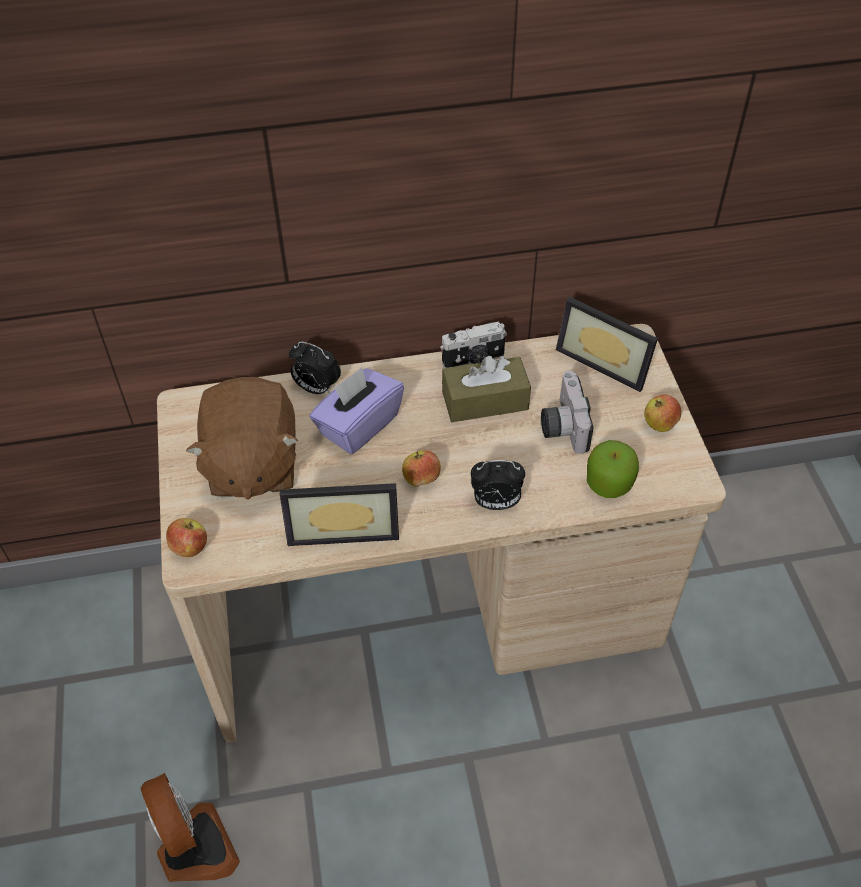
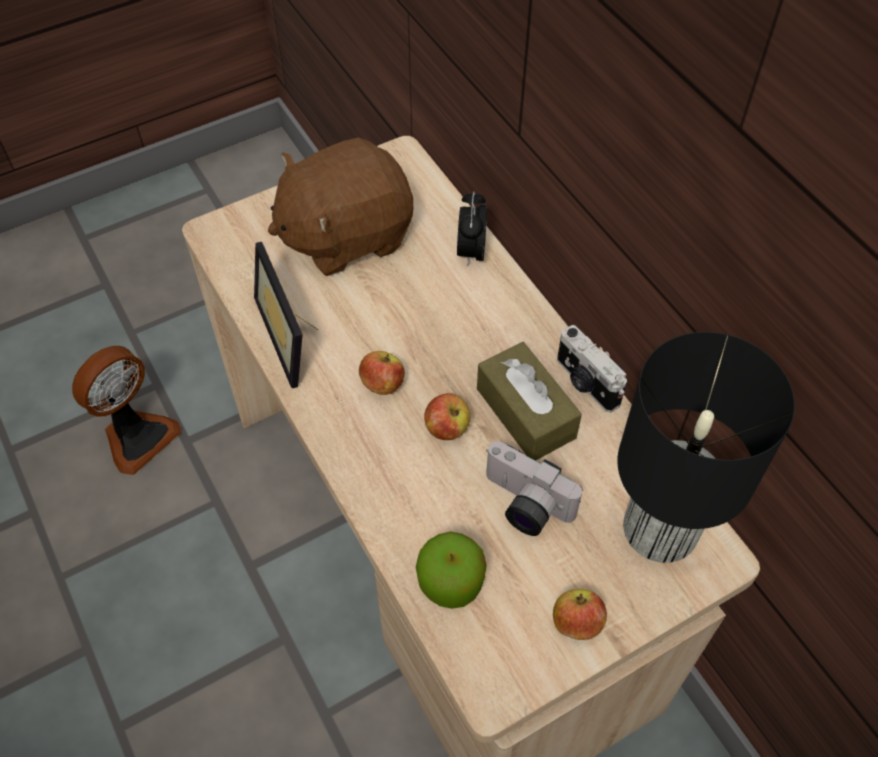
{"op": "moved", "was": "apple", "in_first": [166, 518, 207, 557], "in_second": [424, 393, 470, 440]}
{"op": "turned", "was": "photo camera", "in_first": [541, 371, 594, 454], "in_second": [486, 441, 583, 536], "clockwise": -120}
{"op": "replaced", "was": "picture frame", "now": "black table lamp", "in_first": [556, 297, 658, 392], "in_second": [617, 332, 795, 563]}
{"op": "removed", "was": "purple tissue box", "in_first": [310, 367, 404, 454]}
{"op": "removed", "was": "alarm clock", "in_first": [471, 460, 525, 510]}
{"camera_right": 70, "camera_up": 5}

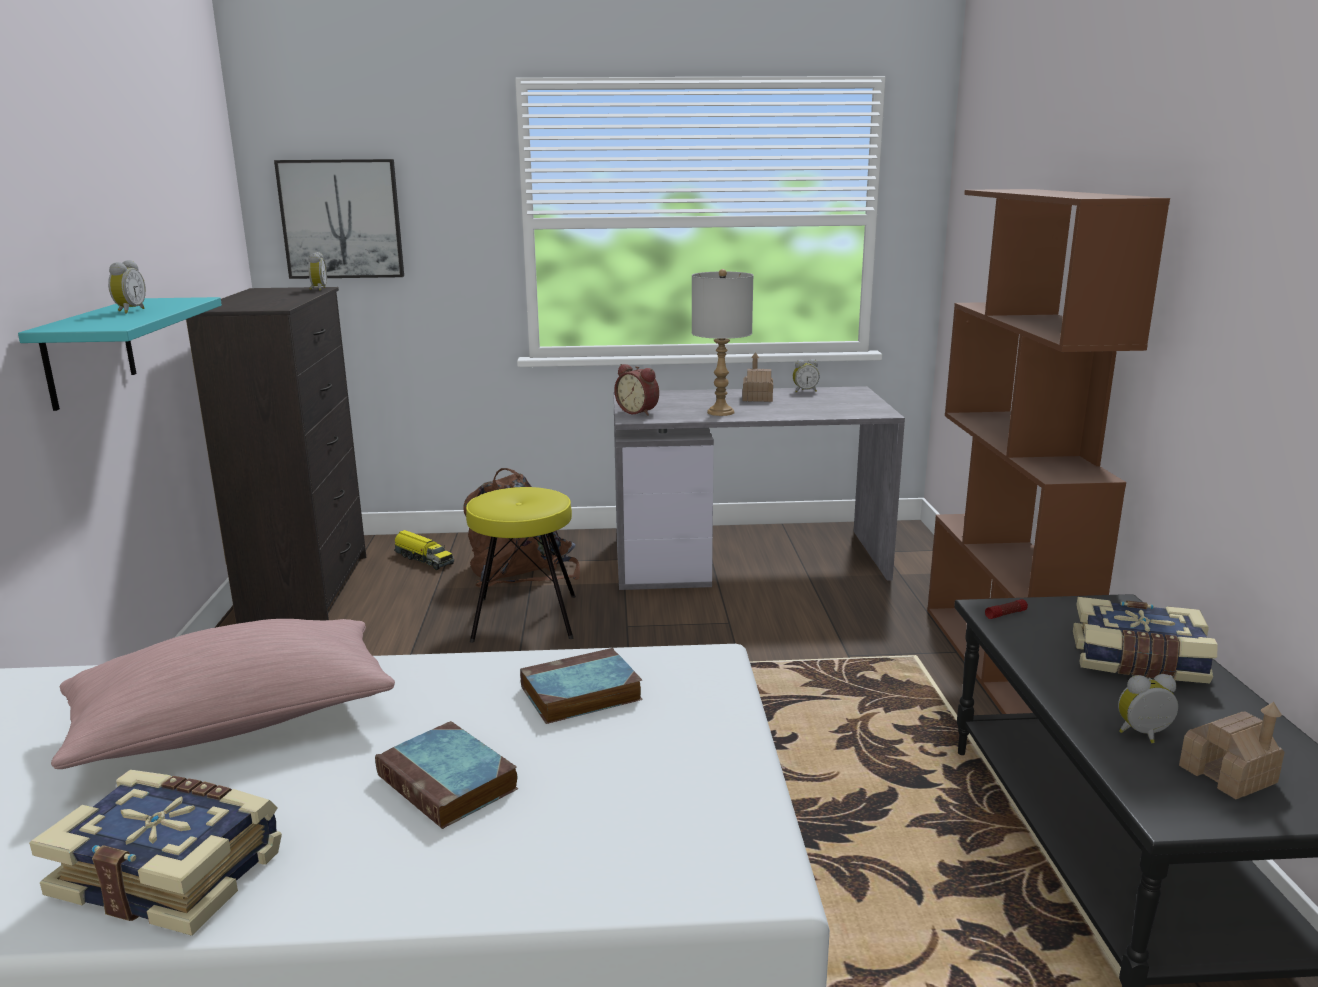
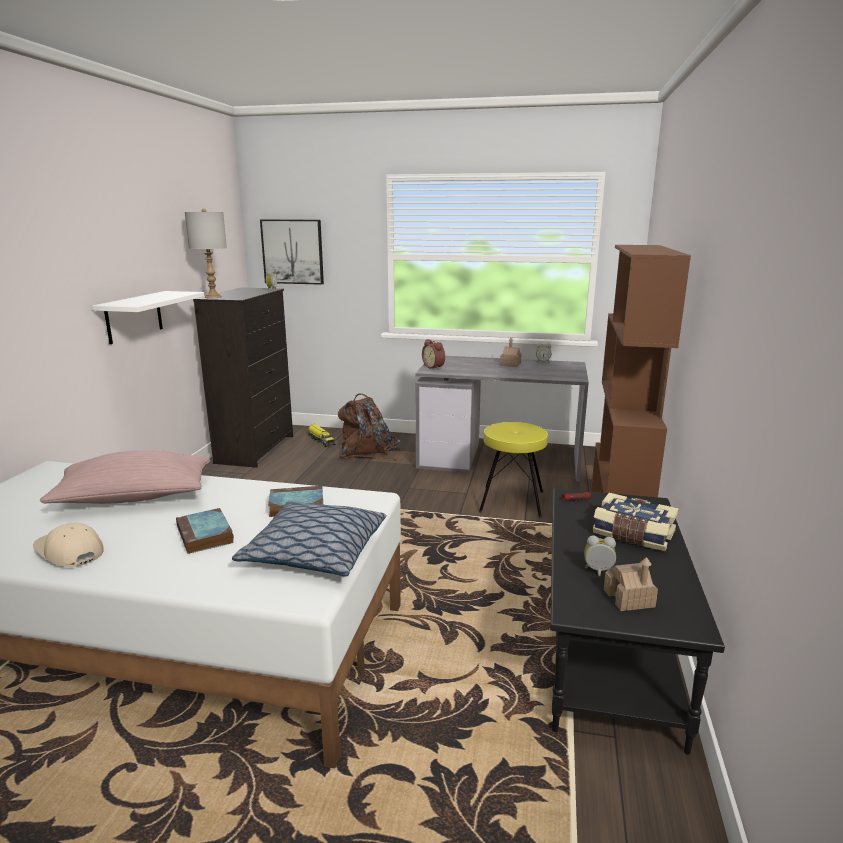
{"op": "replaced", "was": "book", "now": "beige cap", "in_first": [29, 770, 282, 936], "in_second": [33, 523, 104, 567]}
{"op": "recoloured", "was": "turquoise shelf", "now": "white shelf", "in_first": [18, 297, 222, 411], "in_second": [92, 291, 204, 344]}
{"op": "moved", "was": "grey table lamp", "in_first": [692, 269, 754, 416], "in_second": [185, 208, 227, 298]}
{"op": "added", "now": "pillow", "in_second": [232, 501, 386, 577]}
{"op": "moved", "was": "yellow stool", "in_first": [466, 487, 576, 643], "in_second": [479, 422, 548, 518]}
{"op": "removed", "was": "alarm clock", "in_first": [108, 260, 146, 313]}
{"camera_right": 15, "camera_up": 0}

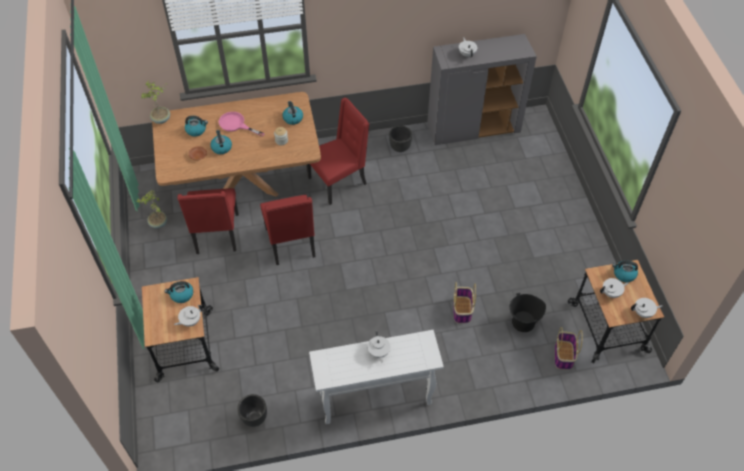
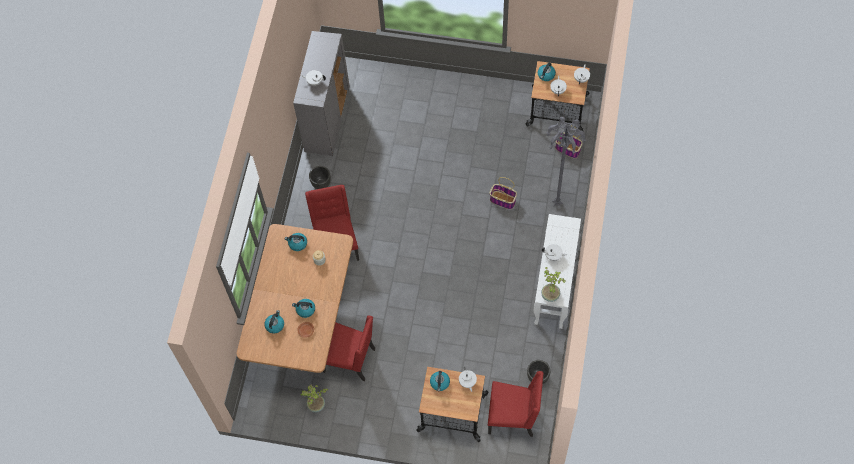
{"op": "moved", "was": "red chair", "in_first": [260, 195, 315, 265], "in_second": [488, 371, 544, 437]}
{"op": "moved", "was": "potted plant", "in_first": [141, 80, 170, 124], "in_second": [541, 267, 565, 302]}
{"op": "added", "now": "grey floor lamp", "in_second": [546, 117, 586, 207]}
{"op": "removed", "was": "pink frying pan", "in_first": [219, 112, 265, 137]}
{"op": "removed", "was": "black bucket", "in_first": [510, 293, 546, 332]}
{"camera_right": -65, "camera_up": 10}

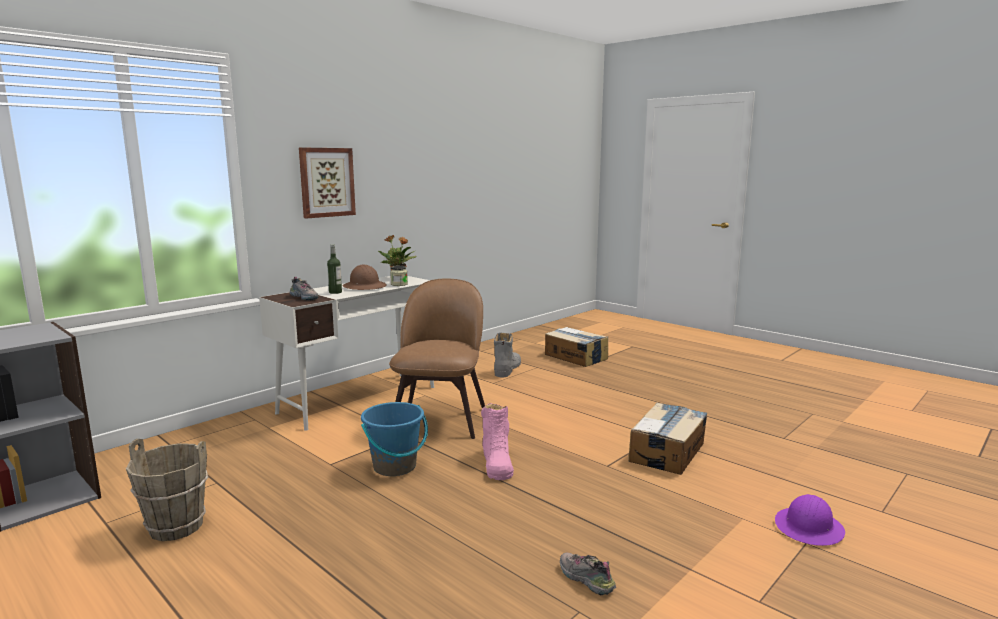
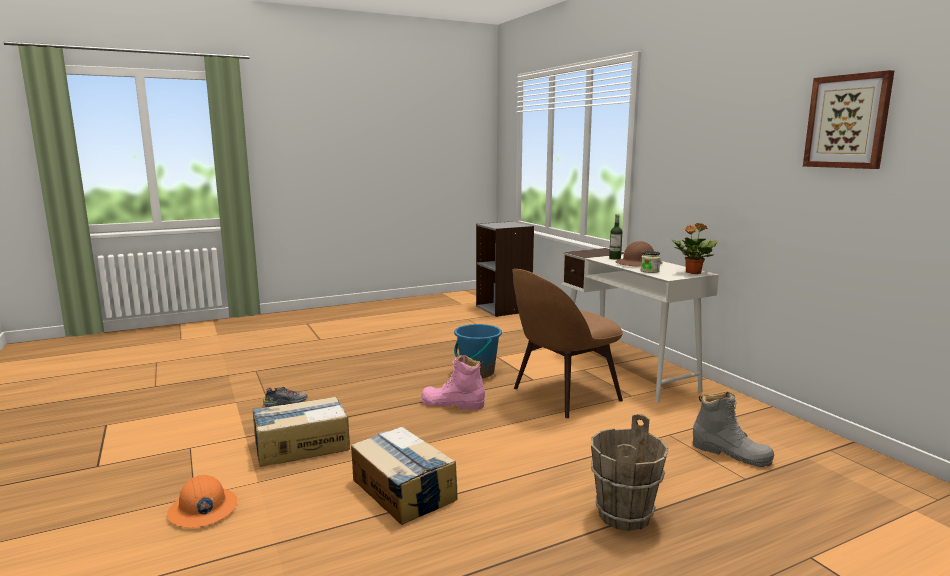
{"op": "recoloured", "was": "purple hard hat", "now": "orange hard hat", "in_first": [775, 494, 845, 546], "in_second": [167, 475, 237, 528]}
{"op": "moved", "was": "cardboard box", "in_first": [545, 327, 608, 367], "in_second": [253, 396, 350, 467]}
{"op": "turned", "was": "brown chair", "in_first": [389, 279, 485, 439], "in_second": [512, 269, 623, 418], "clockwise": 120}
{"op": "moved", "was": "brown bucket", "in_first": [126, 439, 208, 541], "in_second": [591, 414, 668, 531]}
{"op": "moved", "was": "picture", "in_first": [299, 147, 356, 218], "in_second": [803, 70, 894, 169]}
{"op": "removed", "was": "shoe", "in_first": [290, 277, 318, 301]}
{"camera_right": 110, "camera_up": 0}

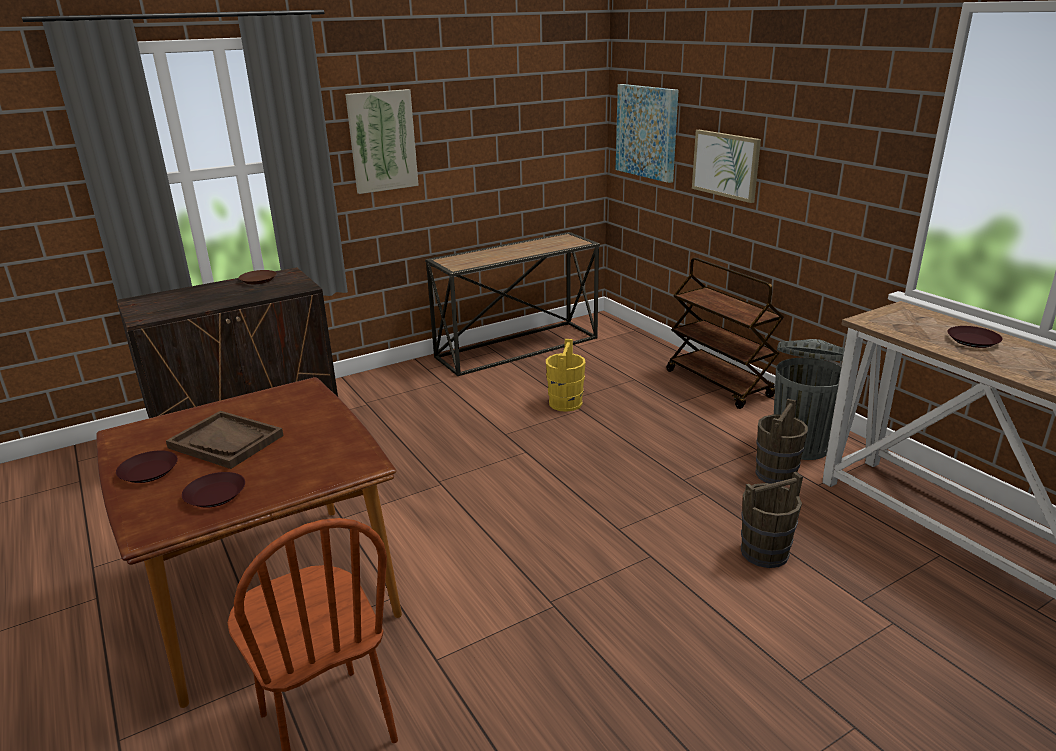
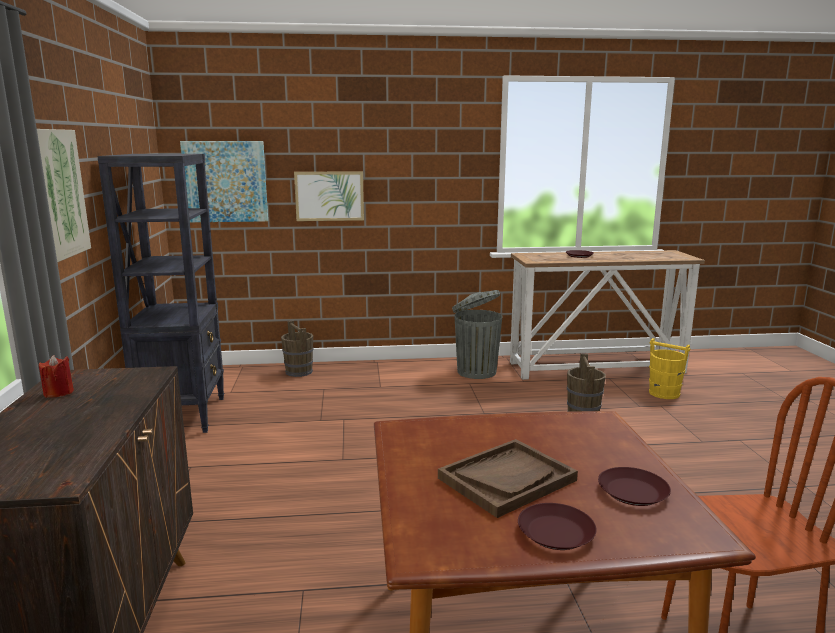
{"op": "replaced", "was": "brown plate", "now": "red candle", "in_first": [239, 270, 277, 284], "in_second": [39, 355, 74, 398]}
{"op": "replaced", "was": "console table", "now": "black bookcase", "in_first": [425, 232, 600, 376], "in_second": [97, 154, 224, 433]}
{"op": "moved", "was": "brown bucket", "in_first": [756, 398, 808, 484], "in_second": [281, 320, 313, 377]}
{"op": "moved", "was": "yellow bucket", "in_first": [546, 339, 586, 412], "in_second": [649, 338, 690, 399]}
{"op": "removed", "was": "brown cart", "in_first": [666, 258, 784, 409]}
{"camera_right": -65, "camera_up": -10}

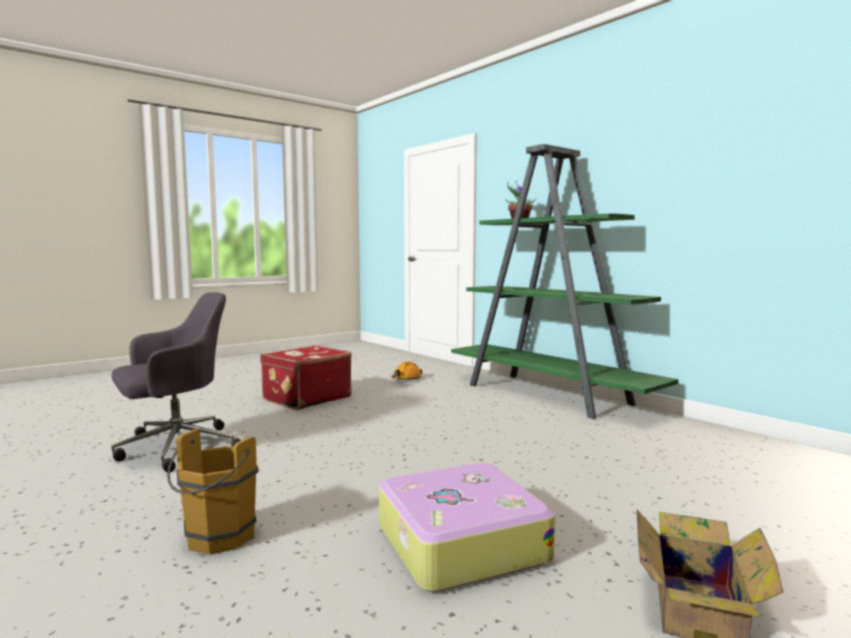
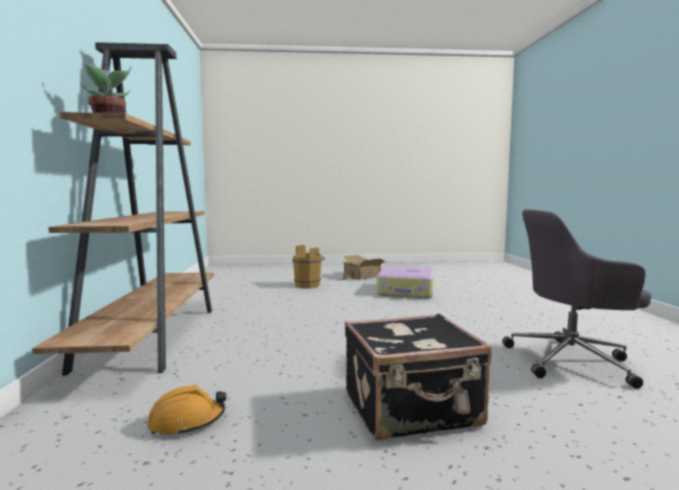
{"op": "recoloured", "was": "green bookcase", "now": "brown bookcase", "in_first": [451, 144, 678, 419], "in_second": [32, 42, 214, 376]}
{"op": "moved", "was": "brown bucket", "in_first": [167, 429, 258, 555], "in_second": [292, 245, 325, 289]}
{"op": "recoloured", "was": "red suitcase", "now": "black suitcase", "in_first": [260, 345, 352, 410], "in_second": [345, 314, 492, 441]}
{"camera_right": -145, "camera_up": 0}

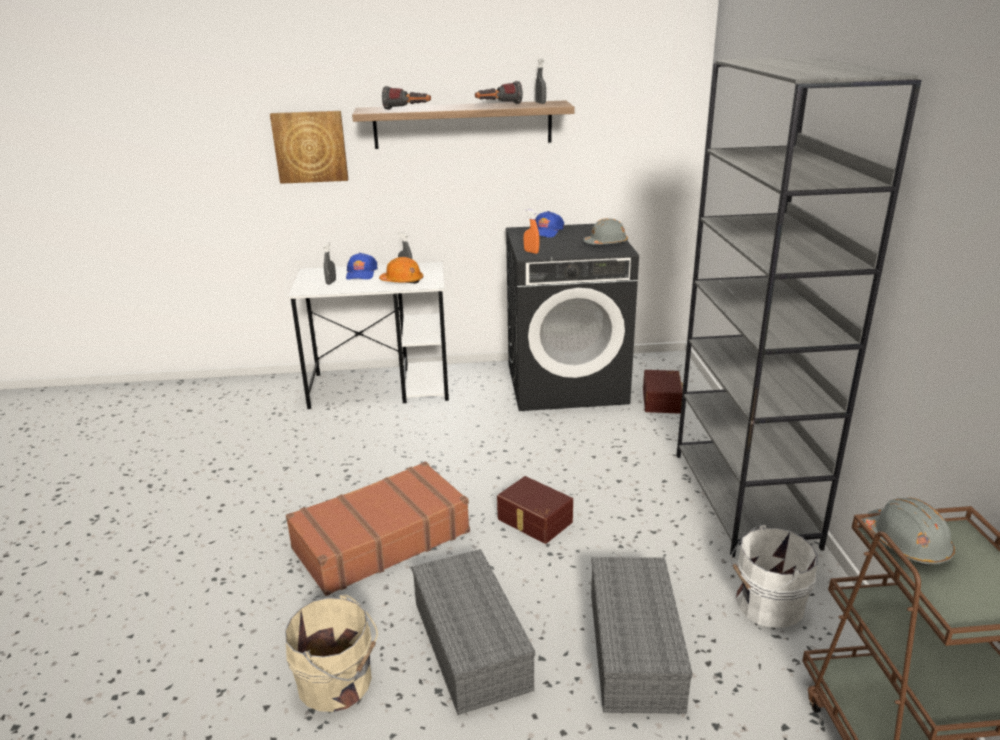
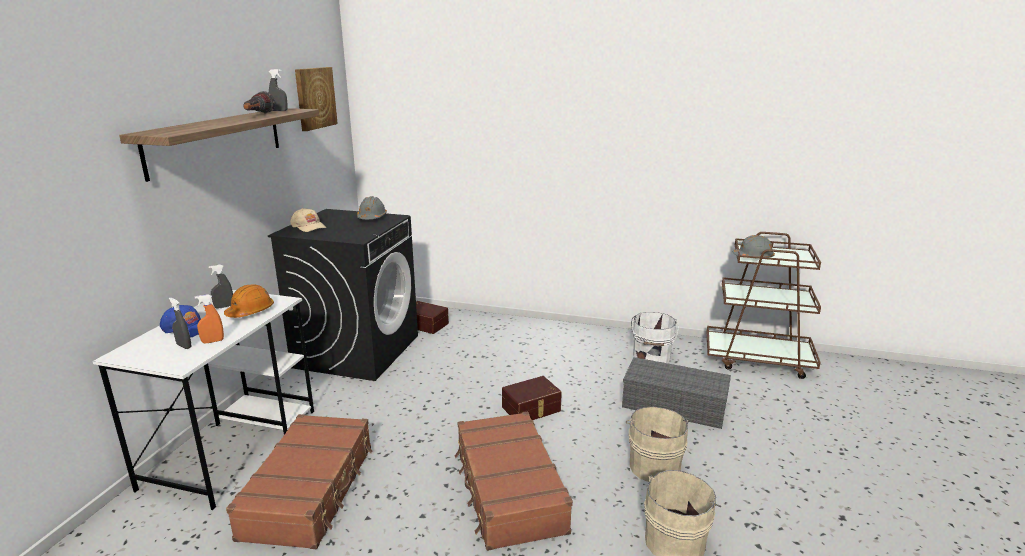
{"op": "moved", "was": "orange spray bottle", "in_first": [524, 209, 540, 254], "in_second": [195, 294, 224, 344]}
{"op": "added", "now": "brown suitcase", "in_second": [226, 414, 372, 549]}
{"op": "recoloured", "was": "blue cap", "now": "beige cap", "in_first": [535, 211, 564, 238], "in_second": [290, 208, 326, 232]}
{"op": "moved", "was": "picture", "in_first": [270, 111, 348, 184], "in_second": [295, 67, 338, 131]}
{"op": "replaced", "was": "grey storage box", "now": "beige bucket", "in_first": [411, 549, 535, 715], "in_second": [626, 407, 690, 482]}
{"op": "removed", "was": "flashlight", "in_first": [382, 86, 431, 110]}
{"op": "removed", "was": "grey bookcase", "in_first": [677, 57, 922, 557]}
{"camera_right": -70, "camera_up": -5}

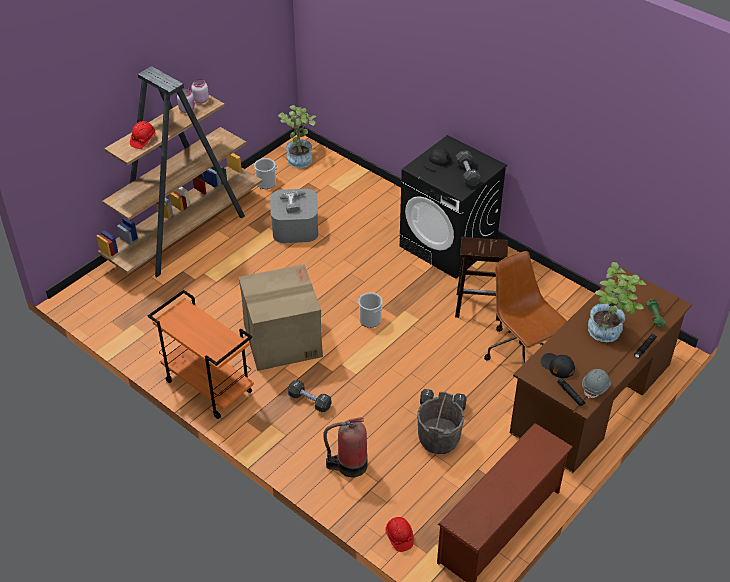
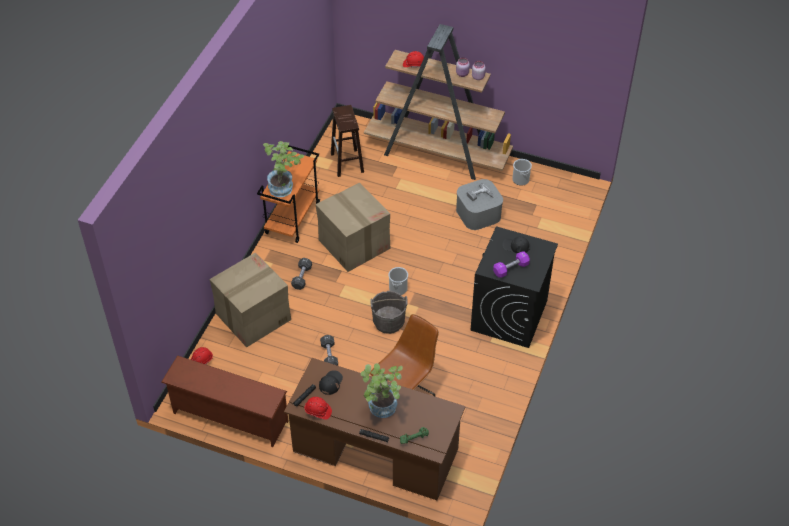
{"op": "replaced", "was": "fire extinguisher", "now": "cardboard box", "in_first": [323, 417, 368, 477], "in_second": [210, 252, 291, 348]}
{"op": "moved", "was": "potted plant", "in_first": [278, 105, 317, 168], "in_second": [263, 141, 304, 197]}
{"op": "recoloured", "was": "grey hard hat", "now": "red hard hat", "in_first": [582, 369, 611, 398], "in_second": [305, 397, 332, 420]}
{"op": "moved", "was": "brown stool", "in_first": [455, 237, 508, 321], "in_second": [331, 105, 364, 177]}
{"op": "moved", "was": "grey bucket", "in_first": [417, 392, 464, 454], "in_second": [370, 291, 407, 334]}
{"op": "recoloured", "was": "black dumbbell", "now": "purple dumbbell", "in_first": [455, 150, 481, 187], "in_second": [493, 252, 530, 278]}
{"camera_right": 70, "camera_up": 5}

